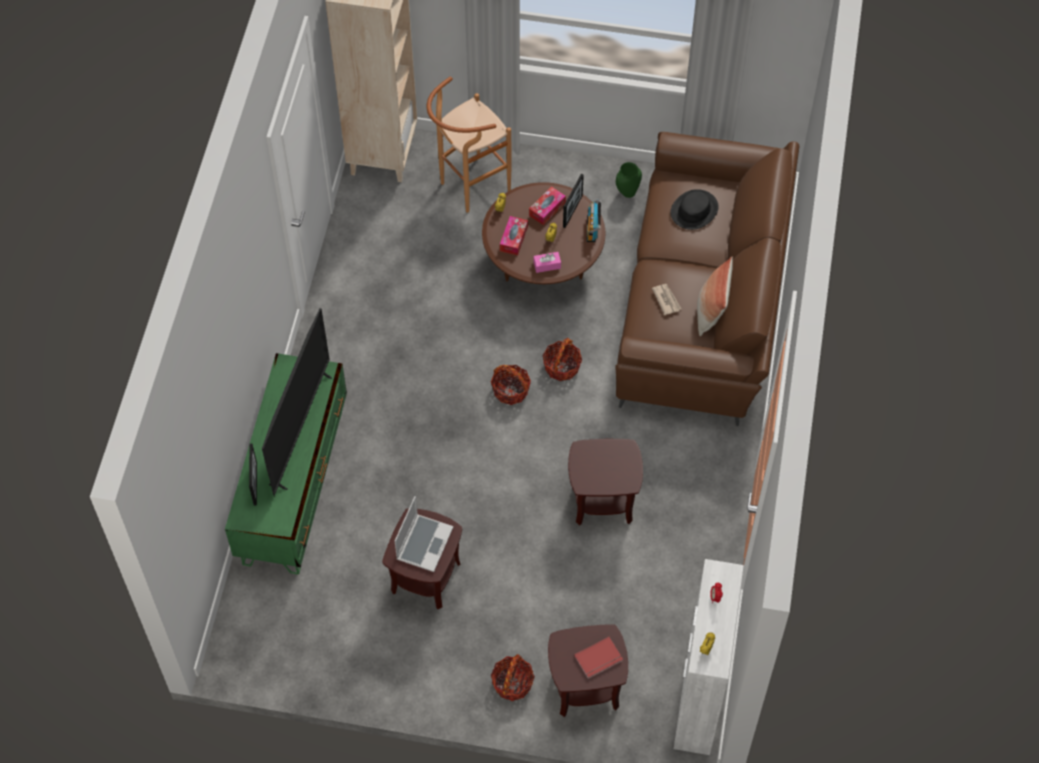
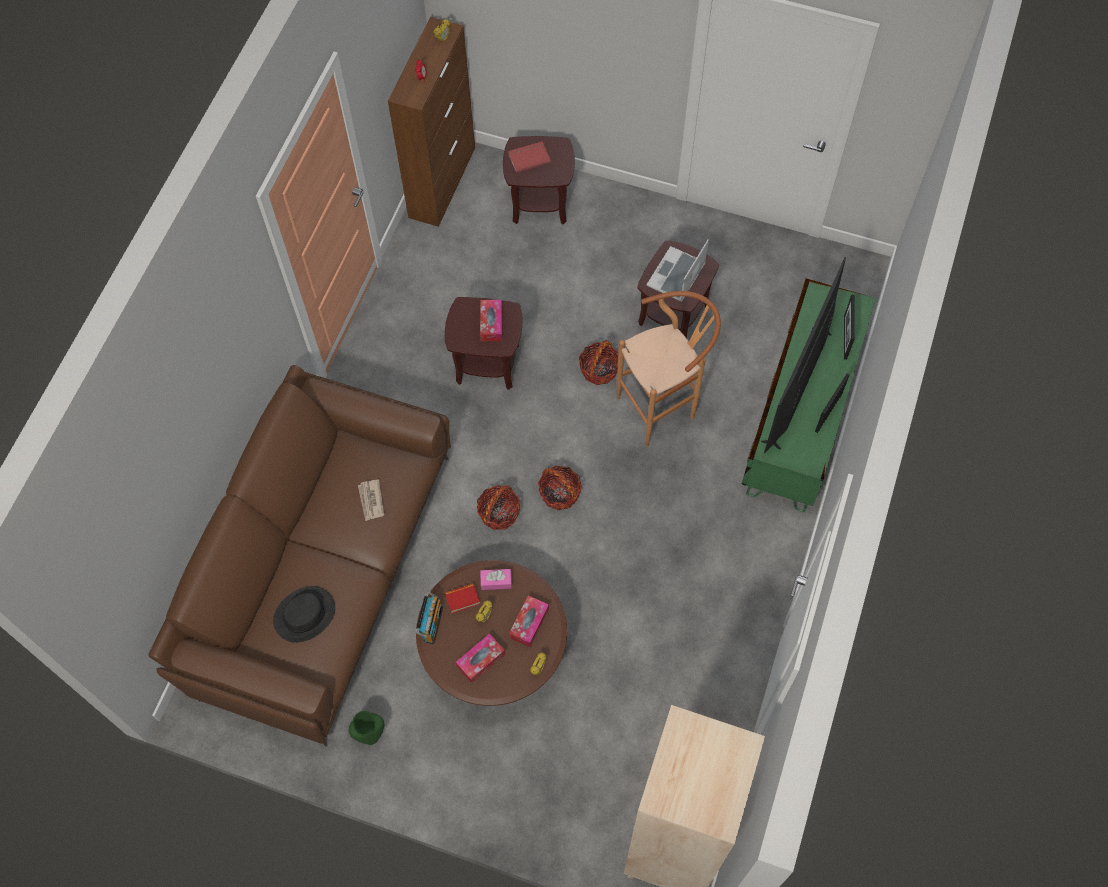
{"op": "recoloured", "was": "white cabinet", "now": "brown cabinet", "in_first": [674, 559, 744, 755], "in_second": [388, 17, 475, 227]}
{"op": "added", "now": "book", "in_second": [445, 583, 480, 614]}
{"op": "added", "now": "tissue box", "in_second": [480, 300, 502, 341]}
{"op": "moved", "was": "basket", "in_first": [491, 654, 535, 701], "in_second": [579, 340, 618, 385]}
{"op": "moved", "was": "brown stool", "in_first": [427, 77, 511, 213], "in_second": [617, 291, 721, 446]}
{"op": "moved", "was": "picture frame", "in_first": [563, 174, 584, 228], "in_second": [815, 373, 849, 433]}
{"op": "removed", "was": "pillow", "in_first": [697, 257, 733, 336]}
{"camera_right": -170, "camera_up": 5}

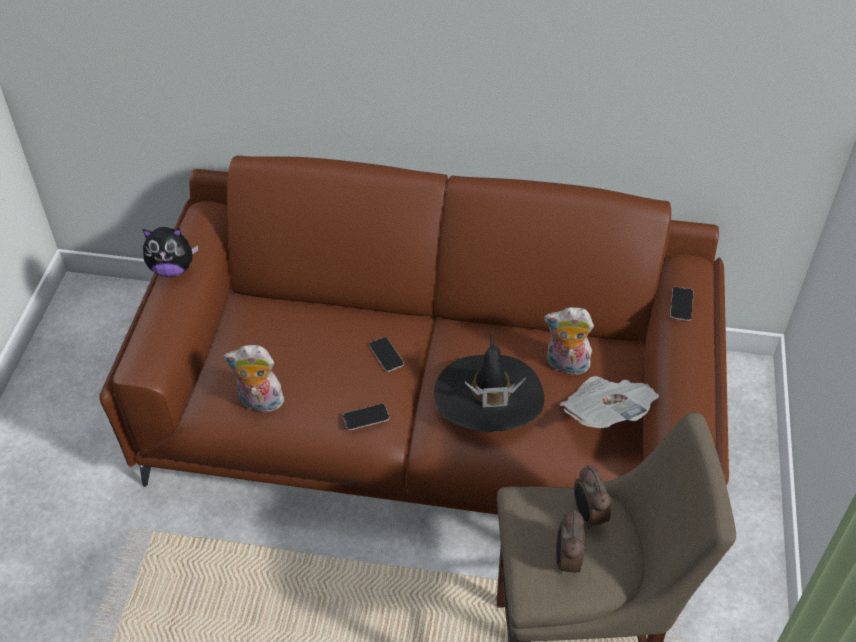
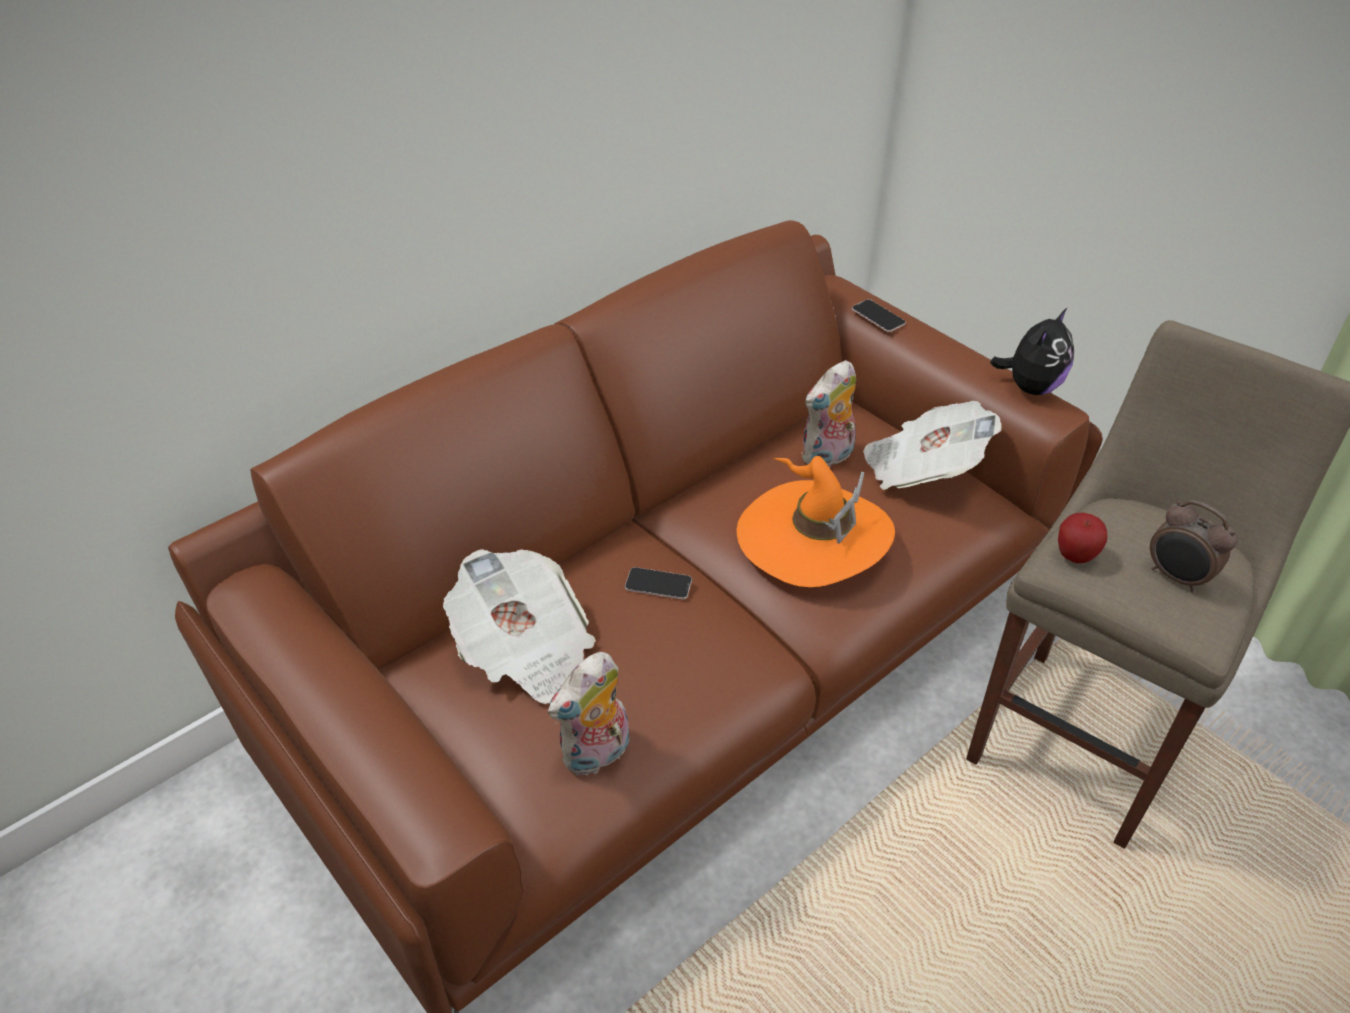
{"op": "added", "now": "newspaper", "in_second": [443, 549, 596, 704]}
{"op": "recoloured", "was": "black hat", "now": "orange hat", "in_first": [434, 333, 544, 432], "in_second": [736, 456, 895, 587]}
{"op": "moved", "was": "plush toy", "in_first": [142, 227, 198, 277], "in_second": [990, 307, 1074, 395]}
{"op": "added", "now": "apple", "in_second": [1058, 513, 1107, 563]}
{"op": "removed", "was": "phone", "in_first": [343, 404, 389, 430]}
{"op": "removed", "was": "alarm clock", "in_first": [574, 465, 611, 529]}
{"camera_right": -50, "camera_up": -5}

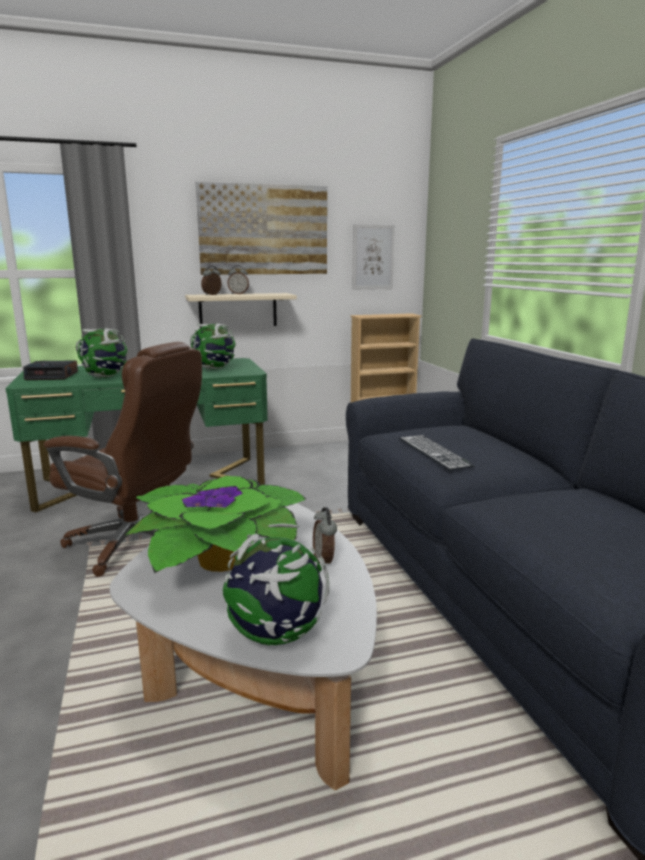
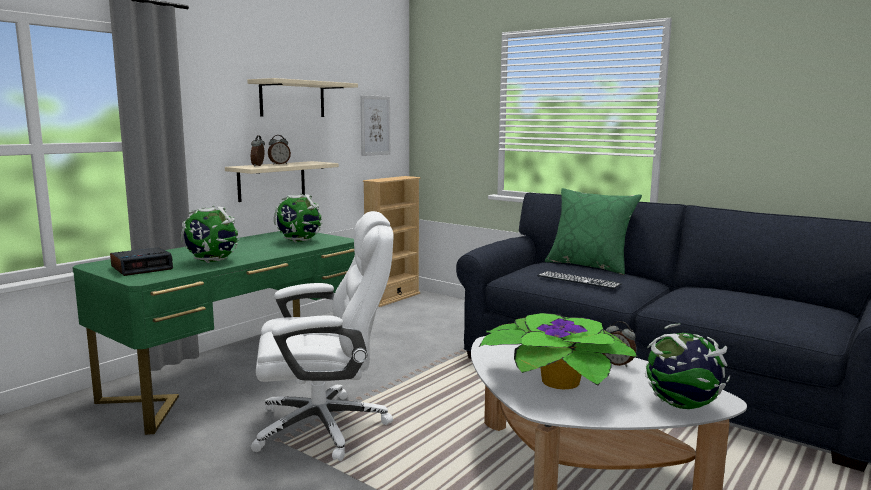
{"op": "replaced", "was": "picture", "now": "beige shelf", "in_first": [196, 182, 327, 275], "in_second": [247, 78, 358, 117]}
{"op": "recoloured", "was": "brown office chair", "now": "white office chair", "in_first": [44, 342, 202, 577], "in_second": [251, 211, 394, 461]}
{"op": "added", "now": "green pillow", "in_second": [545, 188, 642, 275]}
{"camera_right": -35, "camera_up": -5}

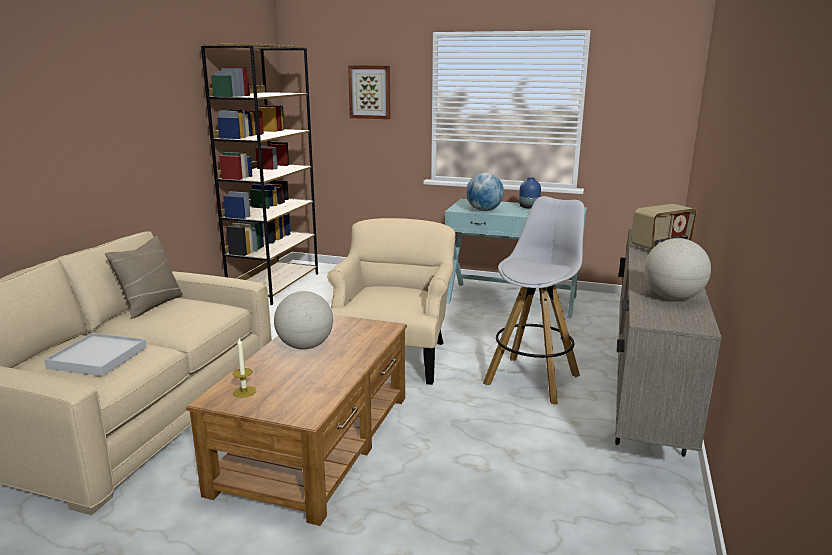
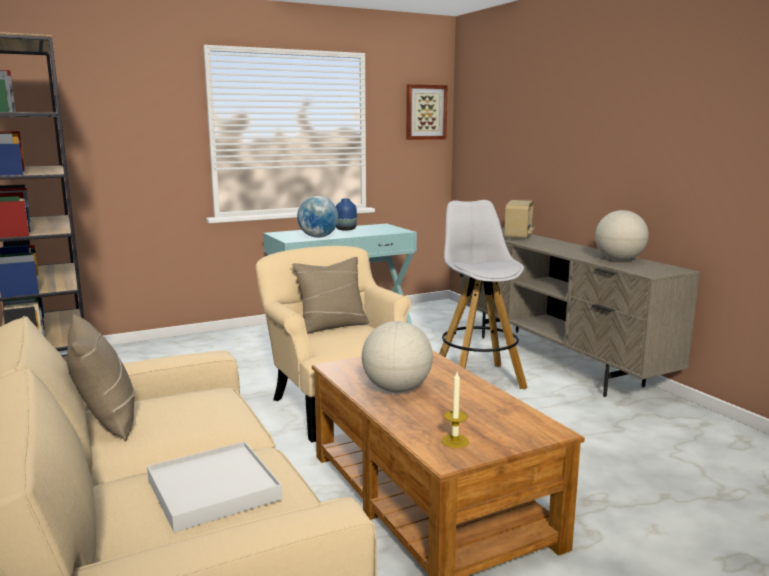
{"op": "added", "now": "beige pillow", "in_second": [292, 257, 369, 334]}
{"op": "moved", "was": "picture", "in_first": [348, 65, 390, 119], "in_second": [406, 84, 448, 140]}
{"camera_right": -45, "camera_up": -5}

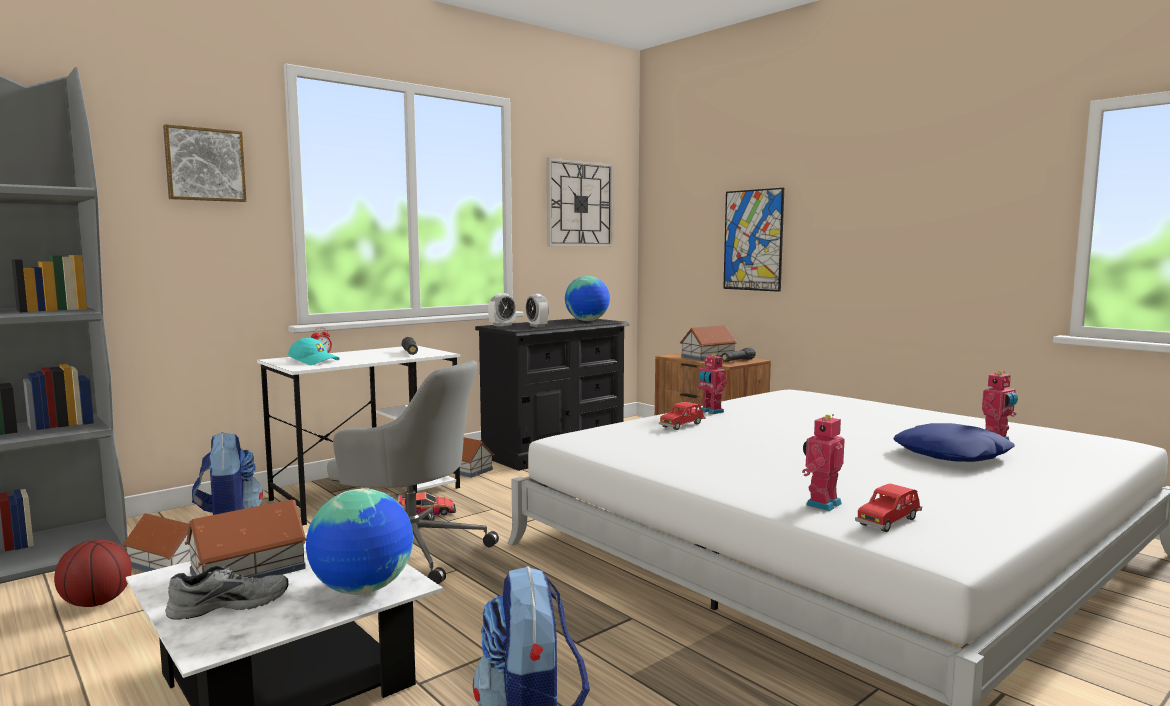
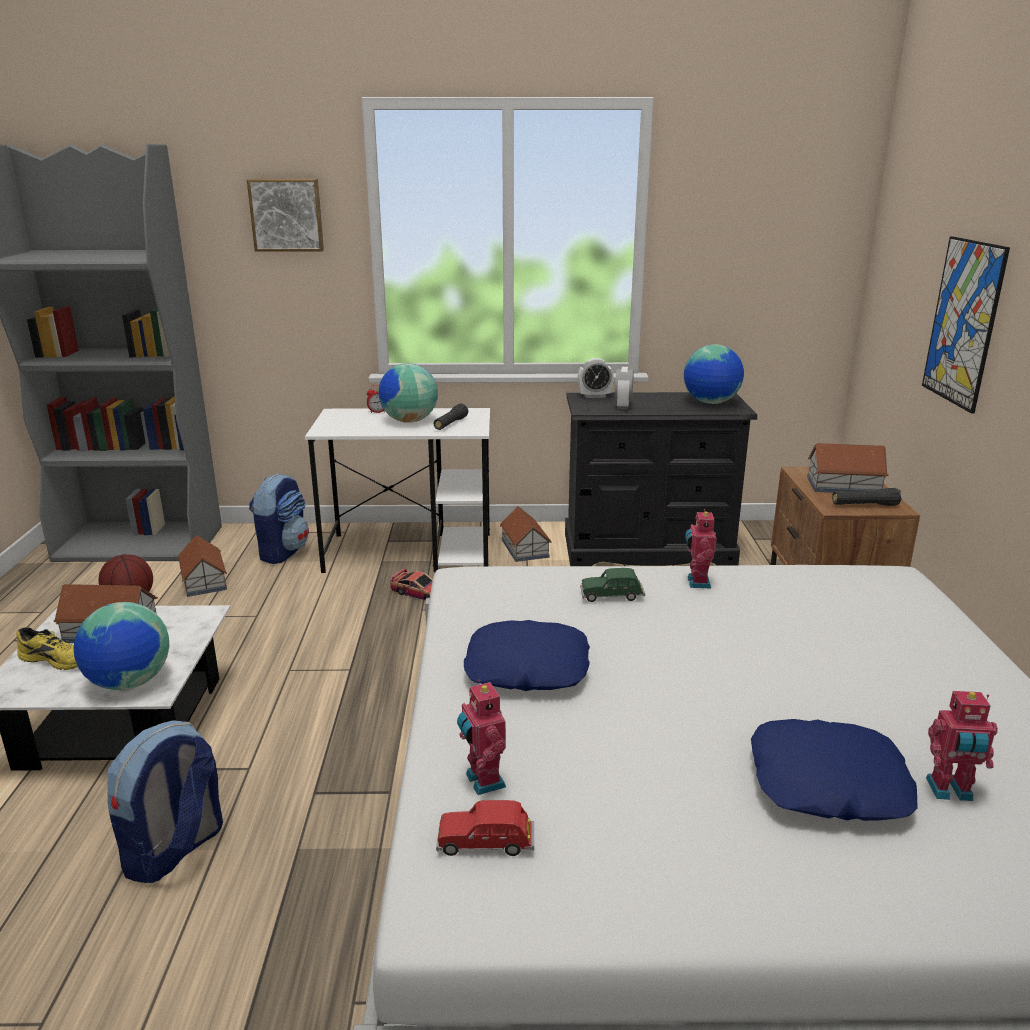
{"op": "recoloured", "was": "grey shoe", "now": "yellow shoe", "in_first": [166, 566, 289, 620], "in_second": [16, 627, 78, 670]}
{"op": "added", "now": "globe", "in_second": [378, 363, 438, 423]}
{"op": "turned", "was": "toy robot", "in_first": [802, 414, 845, 511], "in_second": [457, 680, 506, 795], "clockwise": -105}
{"op": "added", "now": "blue pillow", "in_second": [464, 620, 590, 691]}
{"op": "recoloured", "was": "red toy car", "now": "green toy car", "in_first": [659, 402, 706, 430], "in_second": [580, 568, 645, 602]}
{"op": "removed", "was": "turquoise cap", "in_first": [288, 338, 340, 365]}
{"op": "removed", "was": "grey office chair", "in_first": [327, 360, 499, 585]}
{"op": "removed", "was": "wall clock", "in_first": [547, 158, 614, 247]}
{"camera_right": 40, "camera_up": 15}

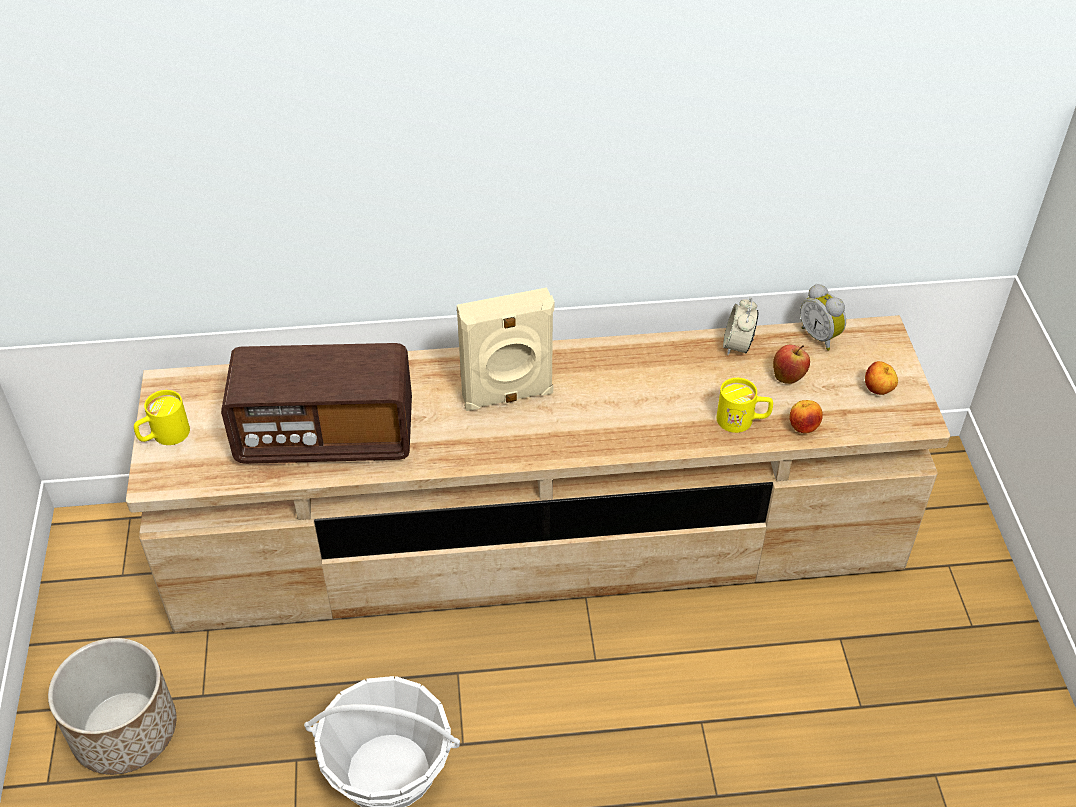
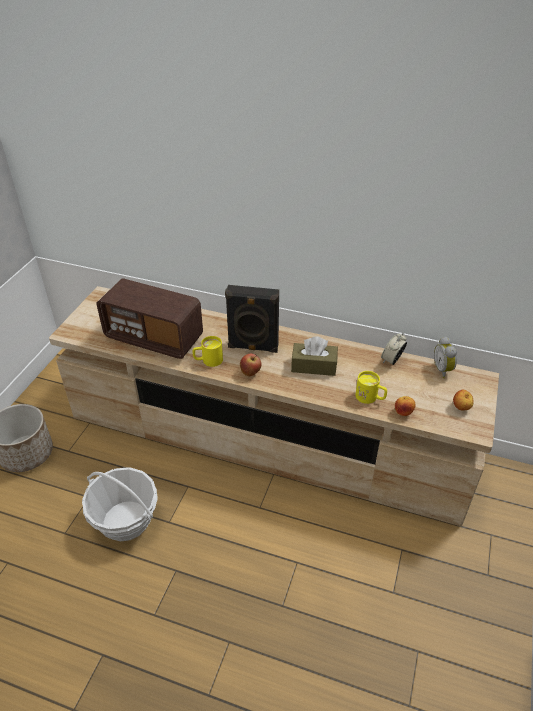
{"op": "moved", "was": "yellow mug", "in_first": [134, 390, 190, 445], "in_second": [193, 336, 223, 367]}
{"op": "recoloured", "was": "beige speaker", "now": "black speaker", "in_first": [457, 287, 554, 411], "in_second": [225, 285, 279, 353]}
{"op": "moved", "was": "apple", "in_first": [773, 345, 810, 384], "in_second": [240, 353, 262, 377]}
{"op": "added", "now": "brown tissue box", "in_second": [291, 337, 338, 376]}
{"camera_right": 25, "camera_up": -5}

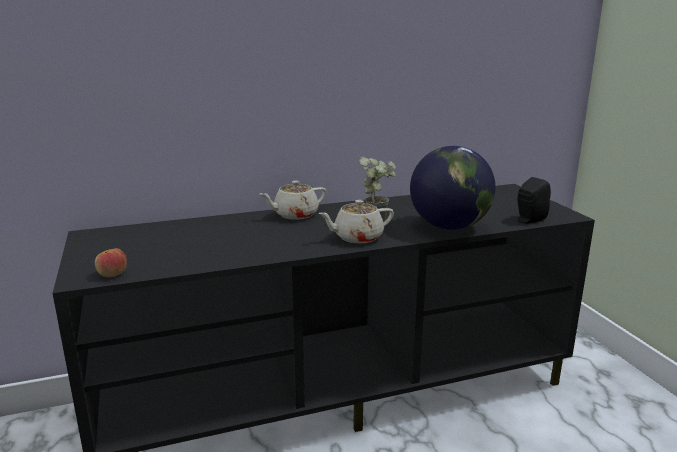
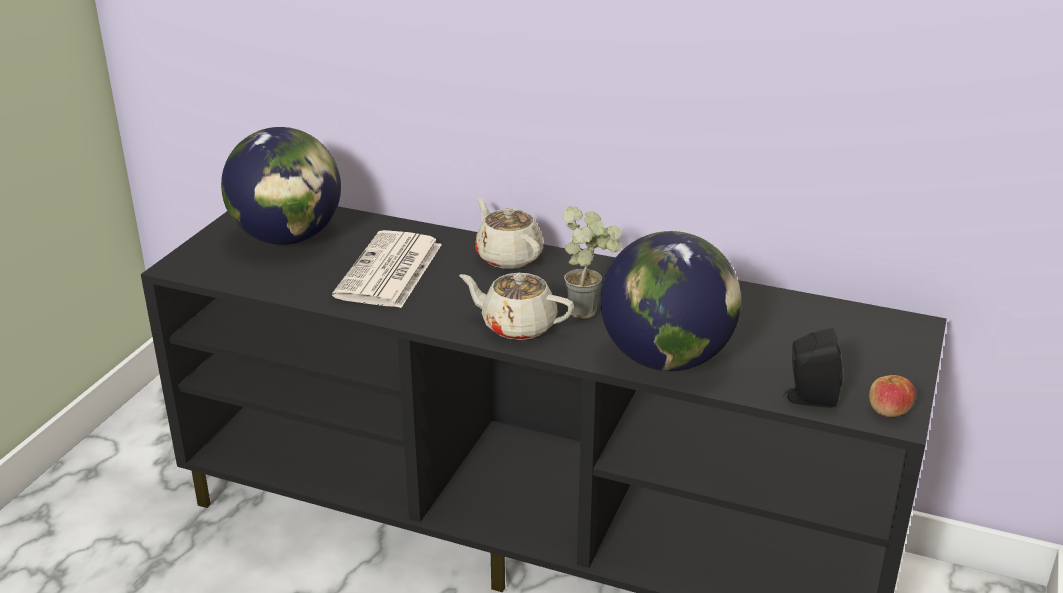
{"op": "added", "now": "globe", "in_second": [221, 127, 341, 245]}
{"op": "added", "now": "newspaper", "in_second": [332, 230, 442, 308]}
{"op": "turned", "was": "beige teapot", "in_first": [260, 181, 327, 220], "in_second": [475, 199, 543, 269], "clockwise": 45}
{"op": "moved", "was": "apple", "in_first": [95, 248, 127, 277], "in_second": [869, 375, 915, 417]}
{"camera_right": 40, "camera_up": 10}

